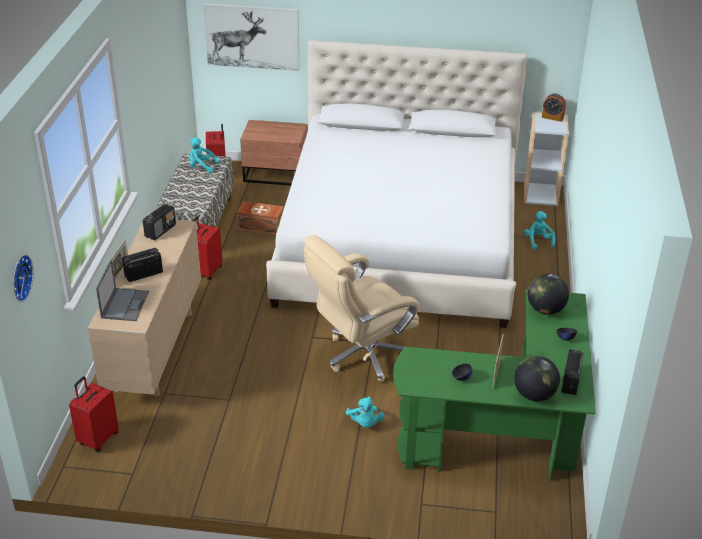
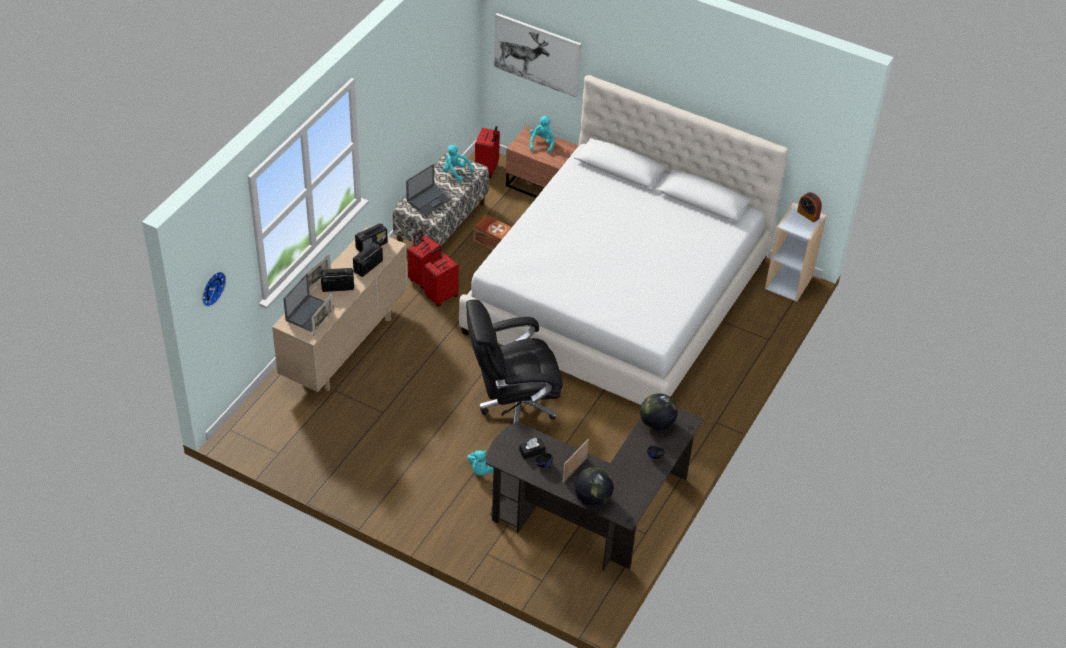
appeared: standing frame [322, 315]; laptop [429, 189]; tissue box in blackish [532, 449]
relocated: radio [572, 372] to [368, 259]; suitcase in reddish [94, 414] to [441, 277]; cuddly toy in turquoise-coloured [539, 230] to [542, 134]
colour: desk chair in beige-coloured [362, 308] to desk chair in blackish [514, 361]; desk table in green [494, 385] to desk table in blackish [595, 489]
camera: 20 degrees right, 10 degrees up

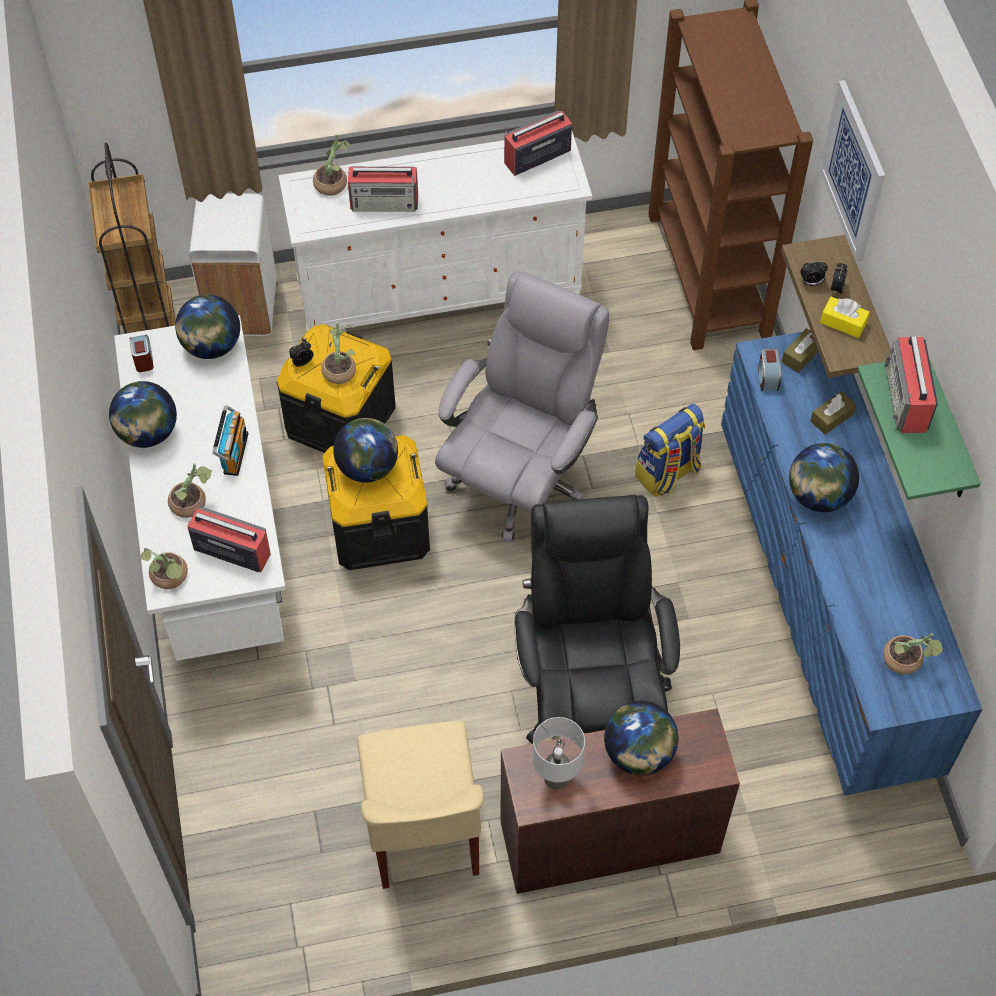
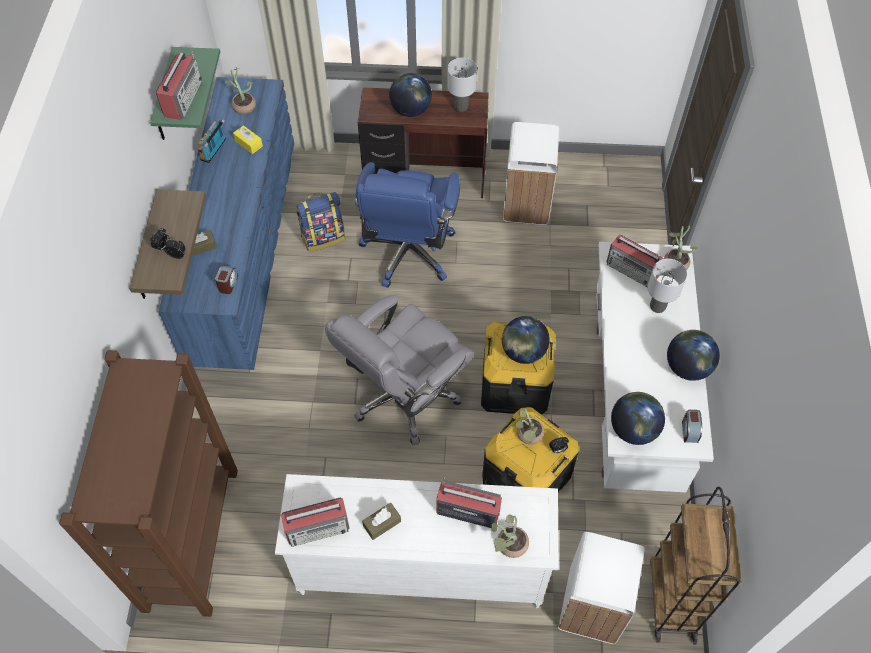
missing: world globe [824, 477]; picture [852, 171]
relocated: radio [230, 440] to [212, 141]; tissue box in yellow [845, 317] to [248, 139]; knapsack [670, 450] to [320, 222]; tissue box in brown [800, 350] to [381, 521]
exchanged: plain chair in beige-coloured [420, 805] to trash can in white [531, 173]; houseplant [190, 490] to tabletop lamp in white [667, 286]
colour: desk chair in blackish [597, 619] to desk chair in blue [407, 225]
camera: 165 degrees left, 0 degrees up

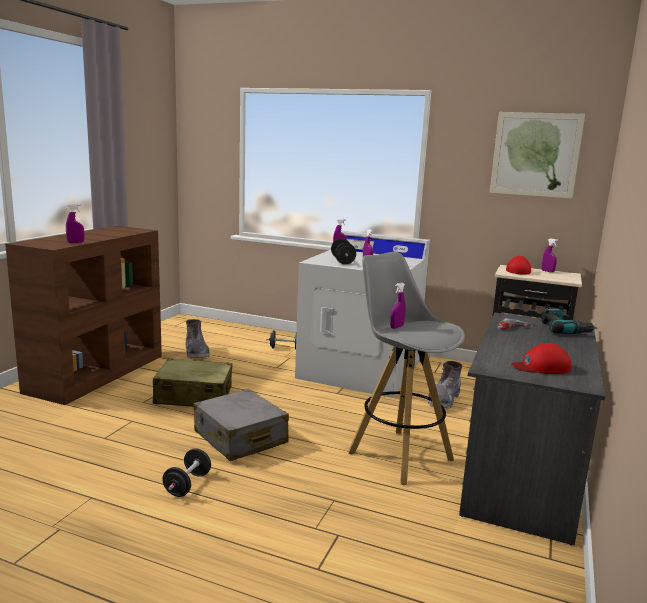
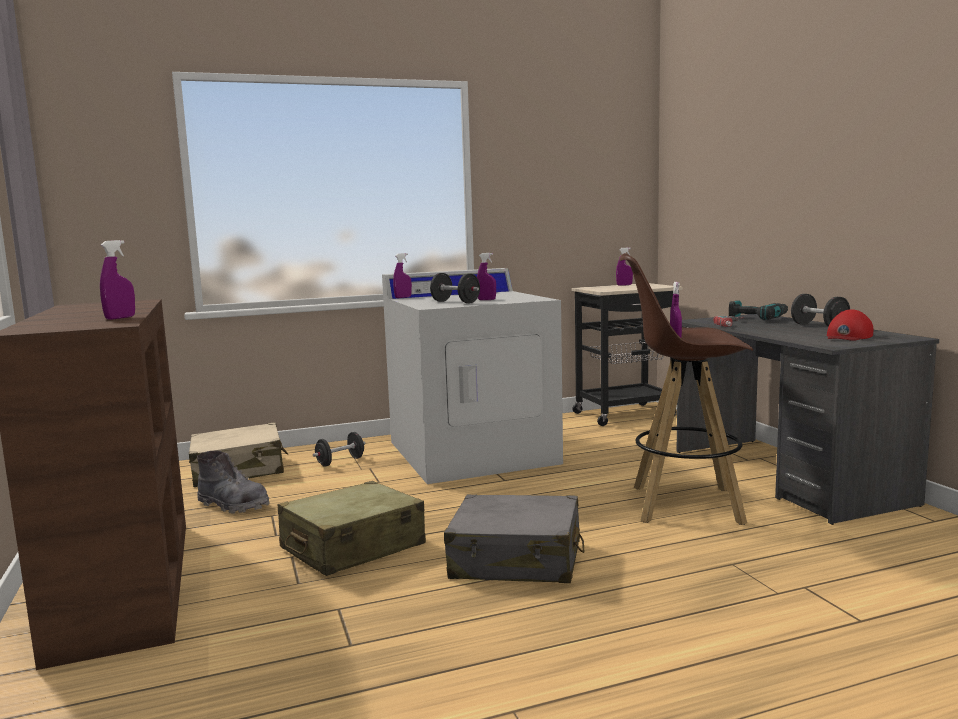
missing: tall boot in greyish [445, 385]; picture [537, 155]; baseball cap in reddish [518, 265]
appeared: suitcase in beige-coloured [238, 455]
relocated: hand weight in blackish [186, 472] to [820, 310]
colour: sitting stool in greyish [406, 368] to sitting stool in brown [686, 389]
camera: 40 degrees left, 5 degrees down

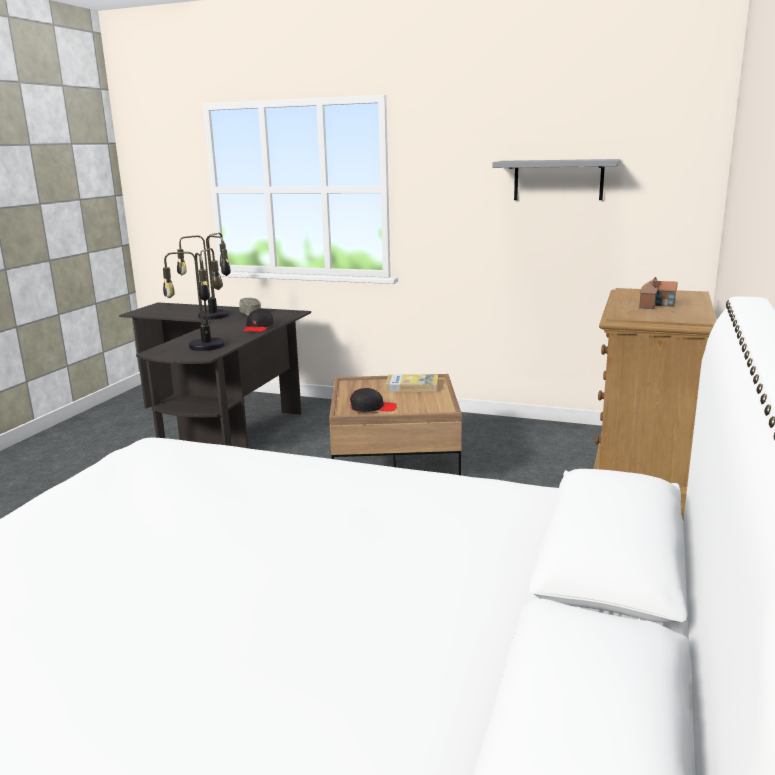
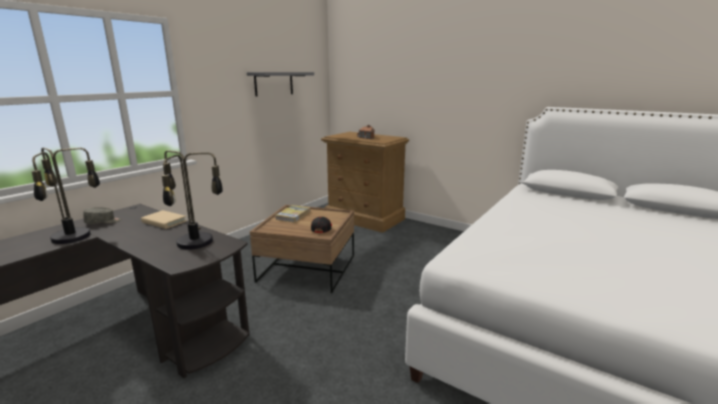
exchanged: baseball cap in blackish [259, 320] to bound book in beige-coloured [164, 219]
camera: 75 degrees left, 0 degrees up

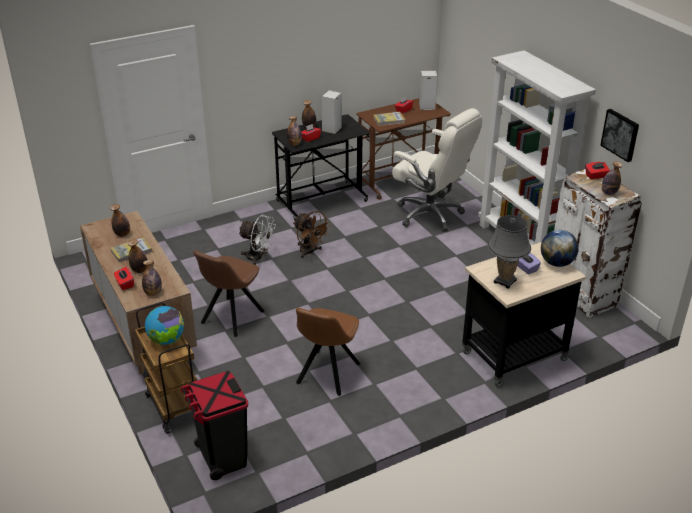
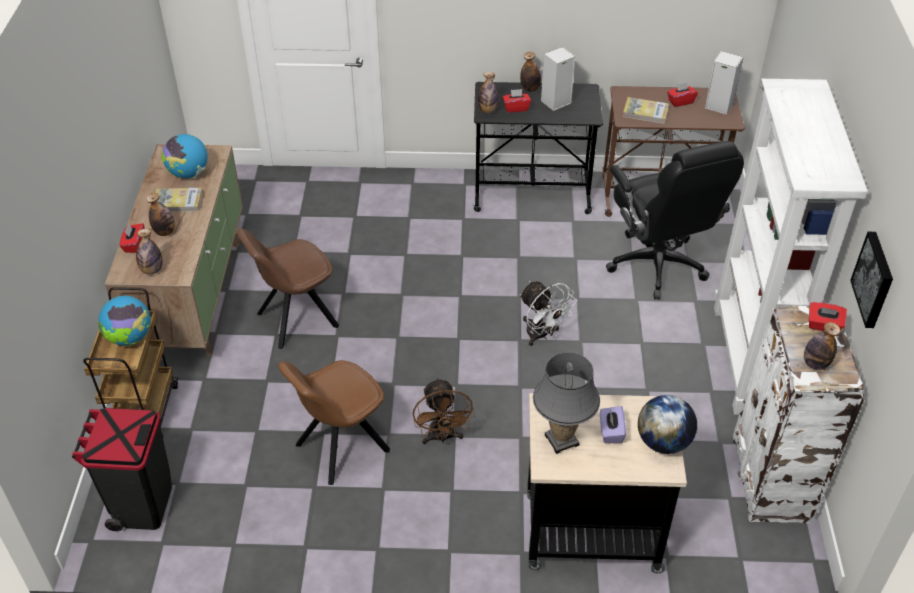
relocated: electric fan in brown [311, 234] to [444, 410]; electric fan in white [257, 240] to [548, 313]
exchanged: bottle [120, 220] to world globe [185, 156]
colour: desk chair in white [437, 170] to desk chair in blackish [675, 220]
camera: 30 degrees right, 10 degrees up

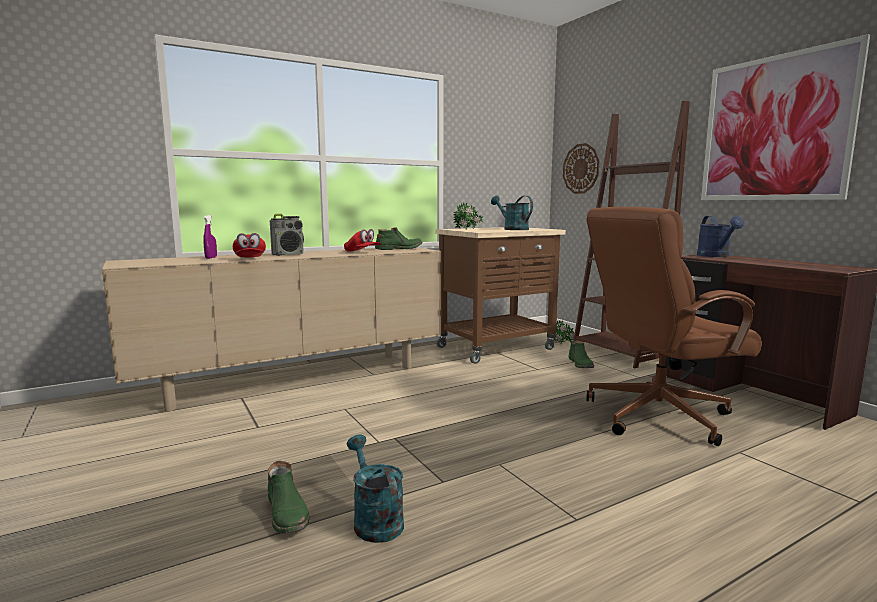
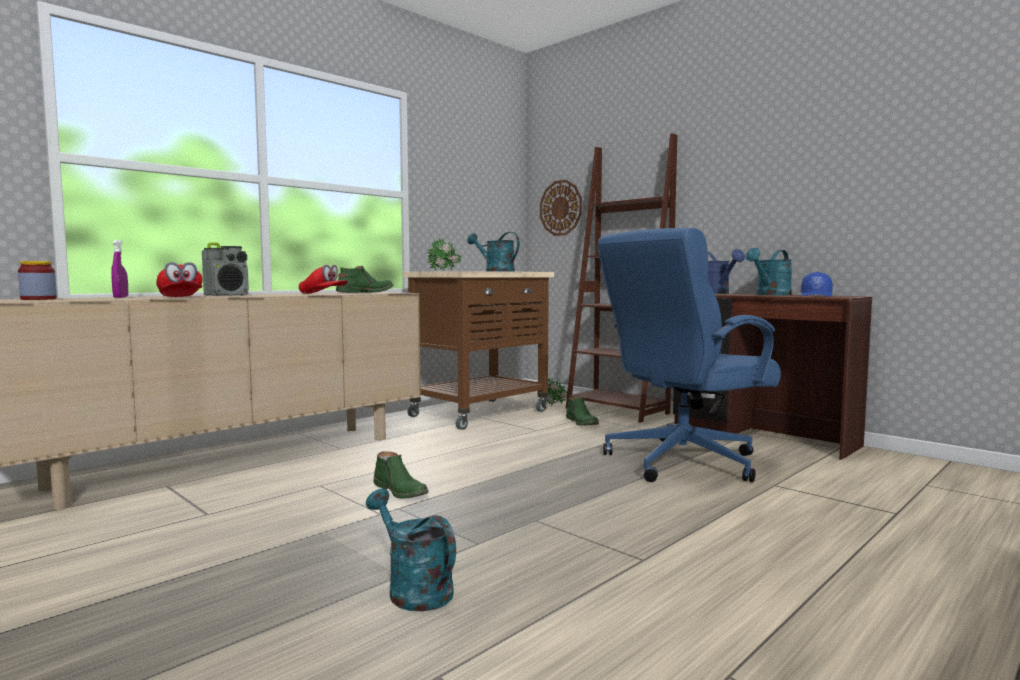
missing: picture [785, 117]
appeared: storage jar [37, 280]; sprinkling can in turquoise-coloured [769, 271]; baseball cap in blue [817, 284]
relocated: tall boot in green [288, 497] to [401, 475]
colour: desk chair in brown [674, 326] to desk chair in blue [689, 355]
camera: 15 degrees left, 5 degrees down

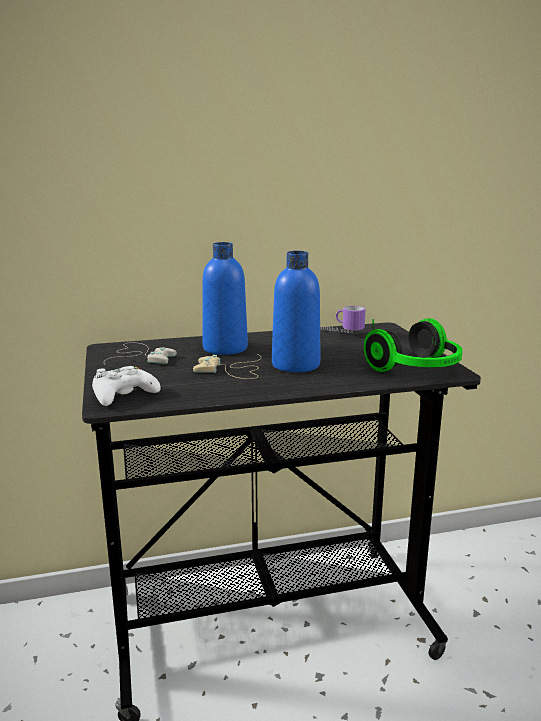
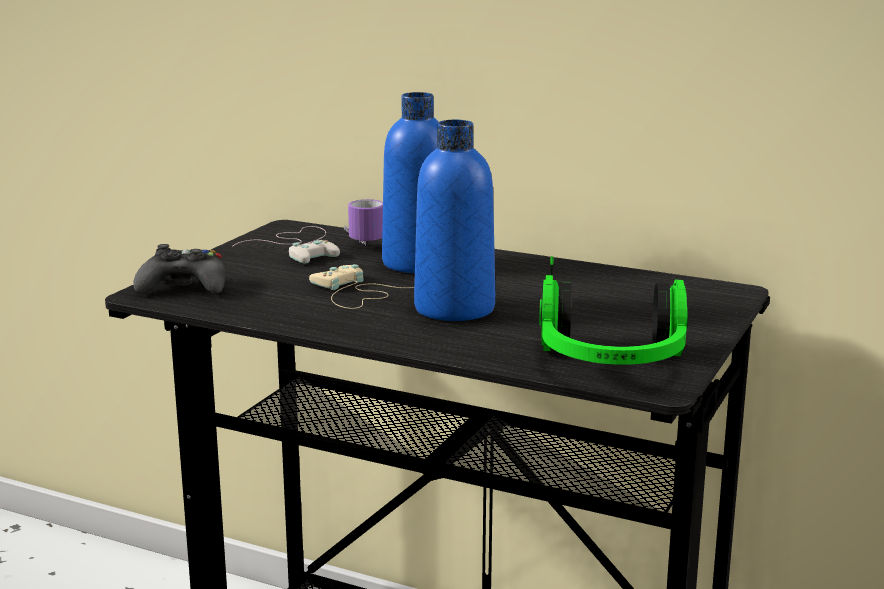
relocated: tea mug [343, 320] to [363, 222]
colour: joypad in white [126, 386] to joypad in blackish [179, 269]
camera: 40 degrees right, 0 degrees up

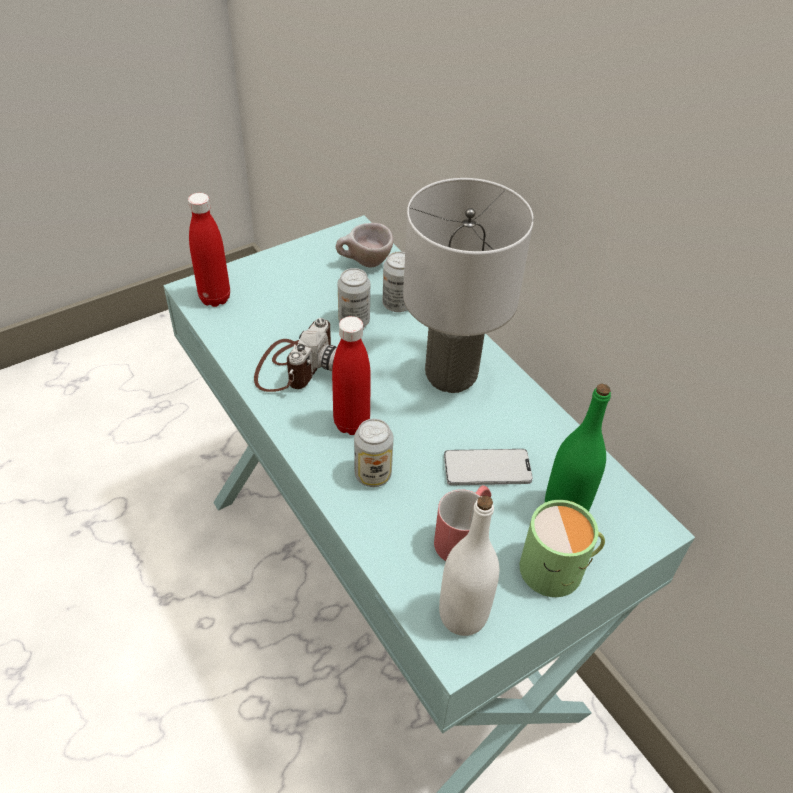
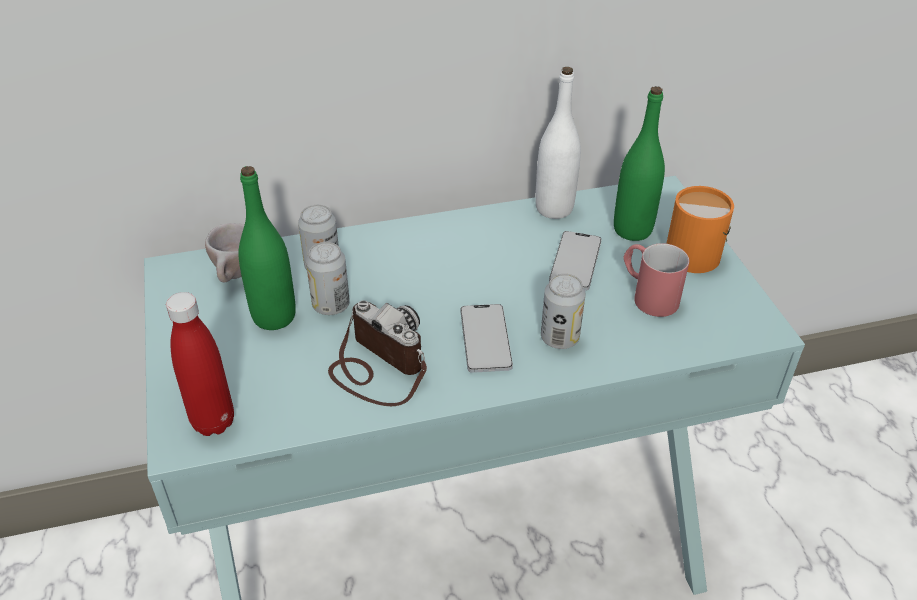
missing: tabletop lamp in white [468, 285]
appeared: bottle in green [267, 248]
relocated: bottle in white [469, 566] to [558, 143]
exchanged: bottle in reddish [351, 375] to telephone [487, 338]
colour: tea mug in green [562, 548] to tea mug in orange [700, 229]
camera: 70 degrees left, 5 degrees down

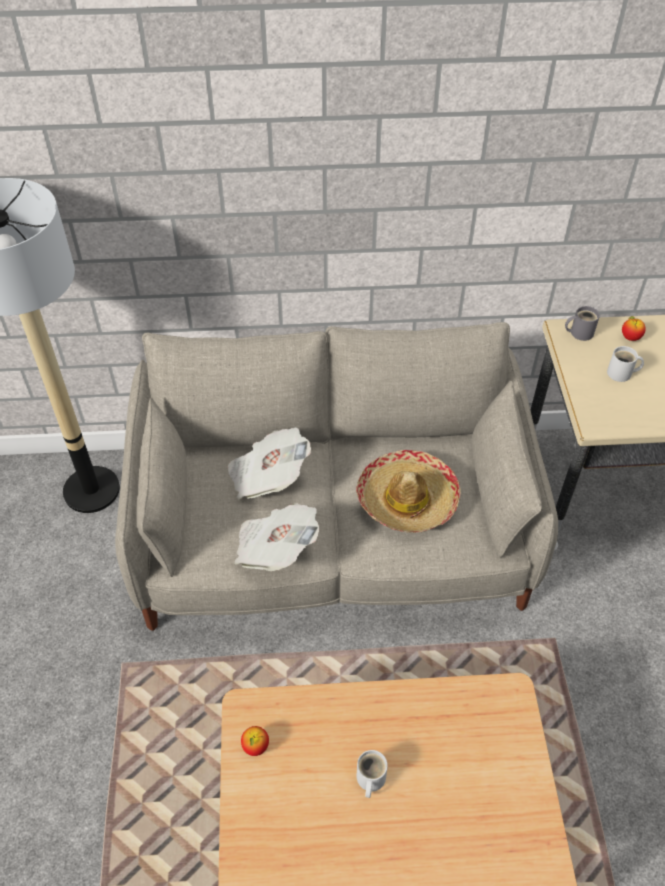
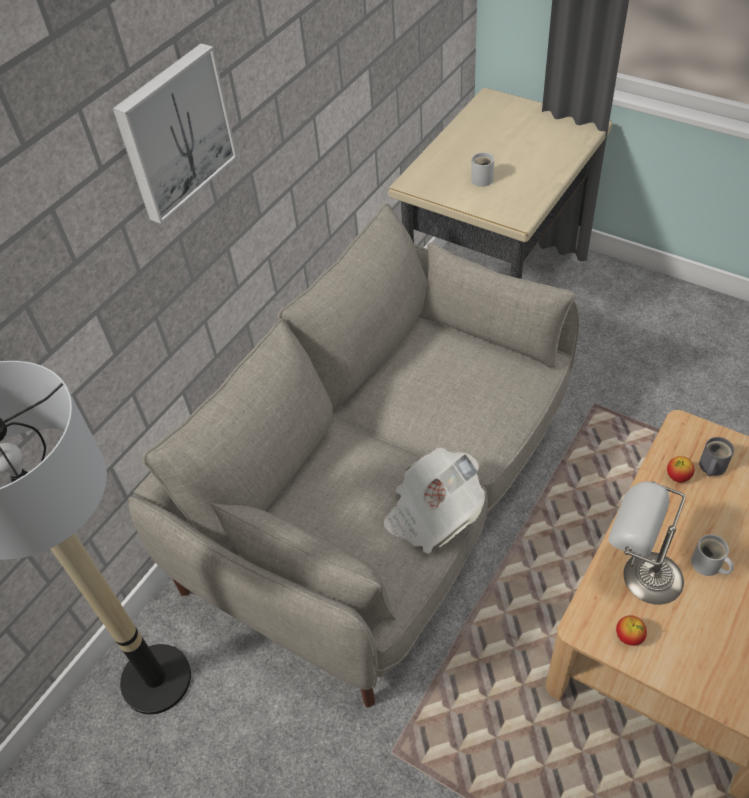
missing: newspaper [269, 463]; hat [408, 491]
appeared: picture [175, 133]; tabletop lamp in white [647, 543]
relocated: apple fruit [634, 328] to [680, 469]; tea mug in greyish [582, 323] to [716, 456]
camera: 50 degrees left, 0 degrees up

